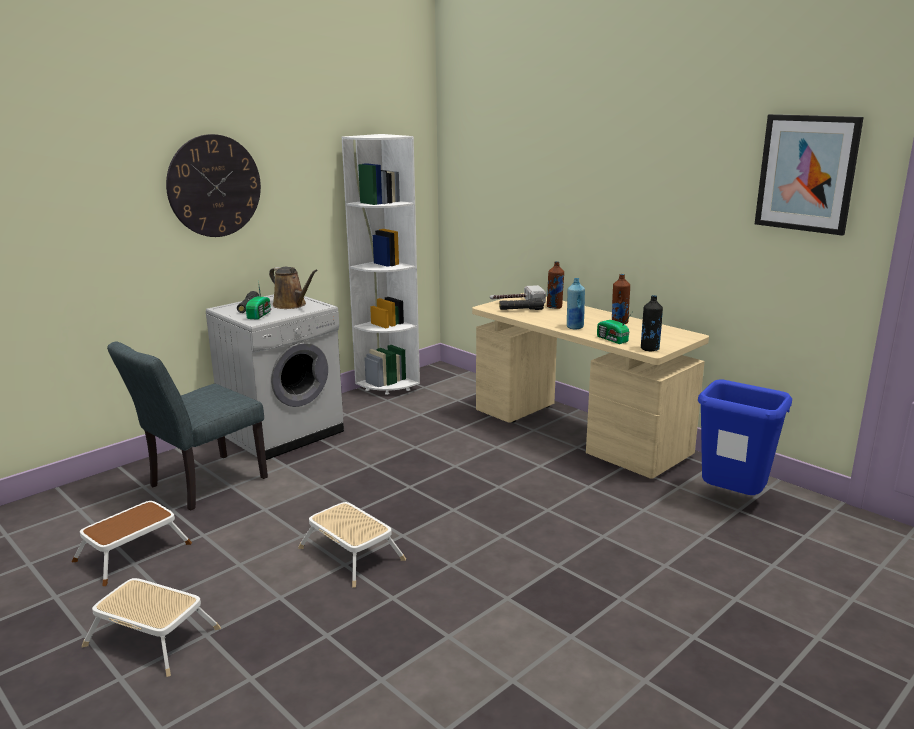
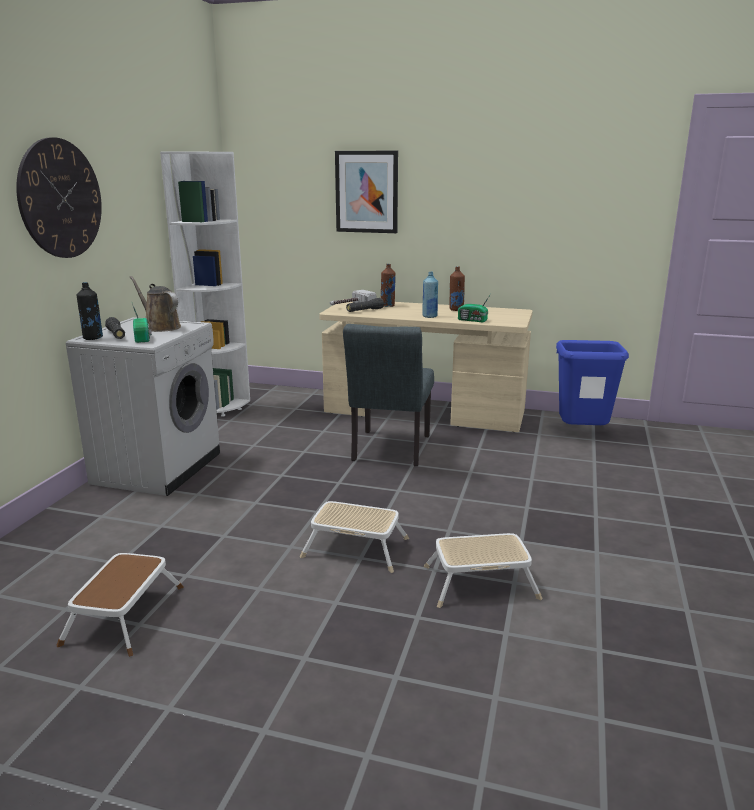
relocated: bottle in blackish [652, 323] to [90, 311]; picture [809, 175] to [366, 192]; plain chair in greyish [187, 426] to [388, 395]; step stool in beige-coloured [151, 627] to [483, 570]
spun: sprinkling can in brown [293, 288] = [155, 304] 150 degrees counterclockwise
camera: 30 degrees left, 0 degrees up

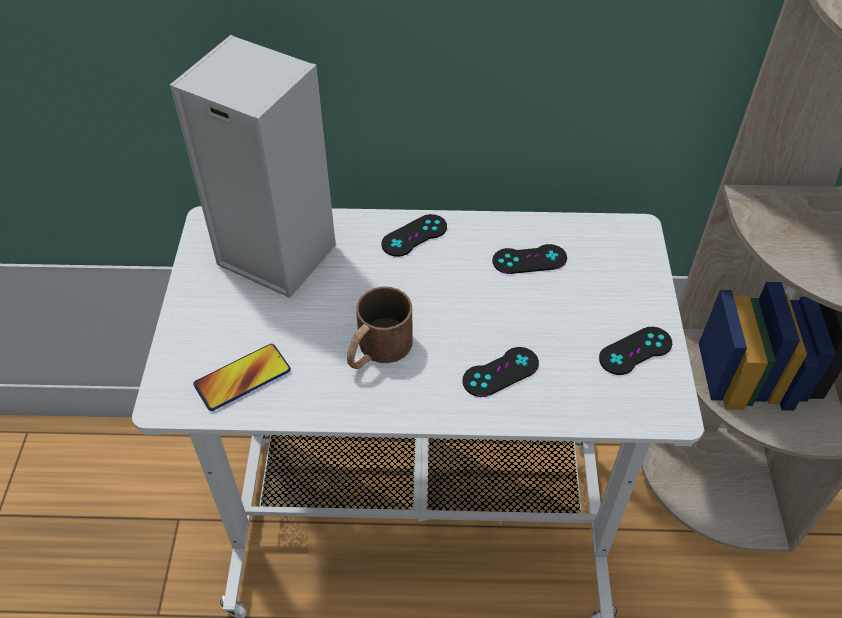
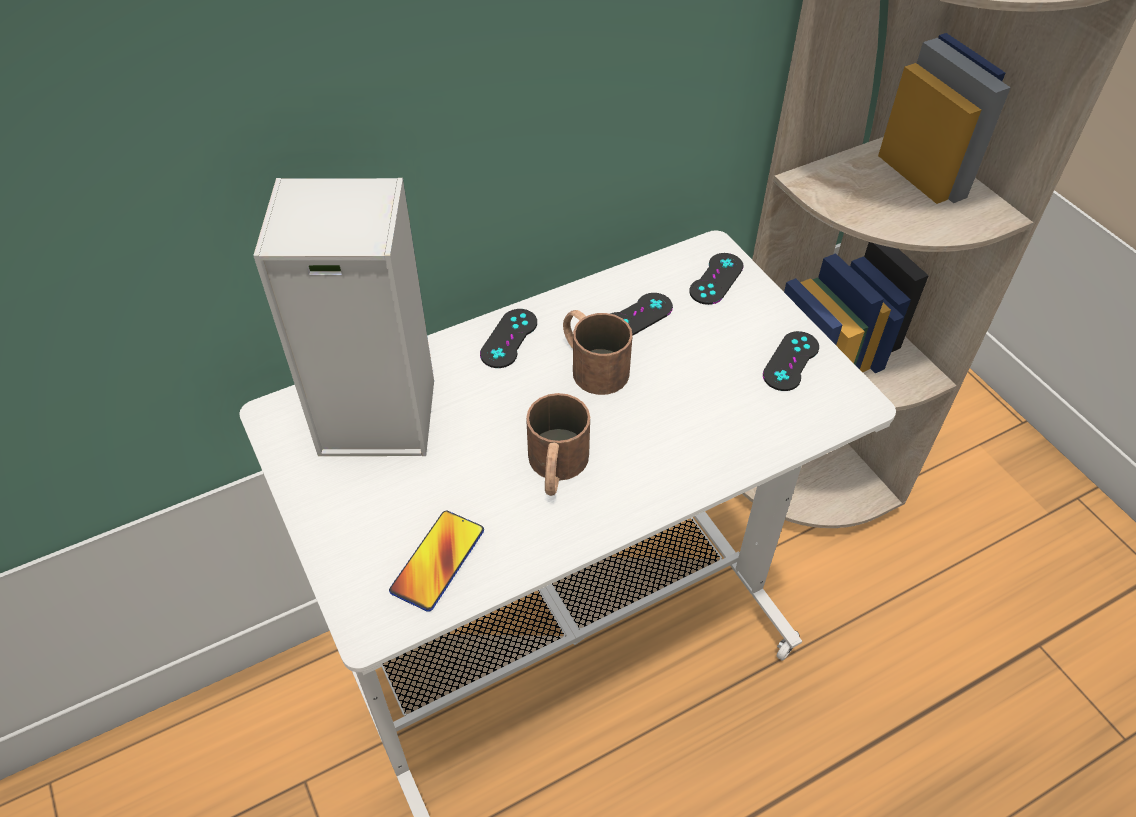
appeared: tea mug in brown [598, 352]
relocated: joypad in blackish [500, 372] to [716, 279]
camera: 30 degrees left, 0 degrees up

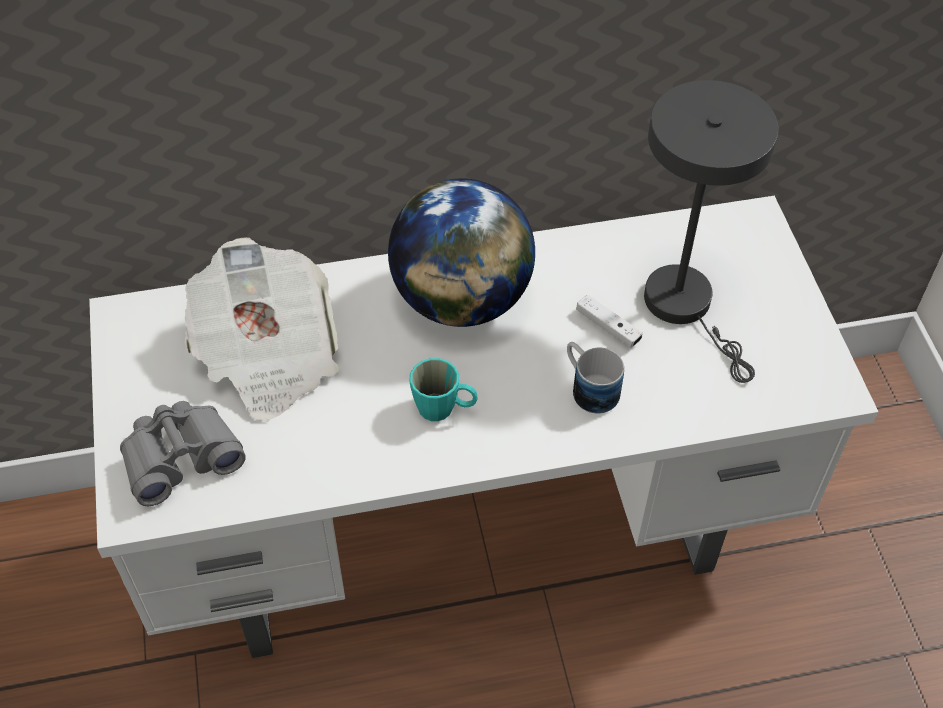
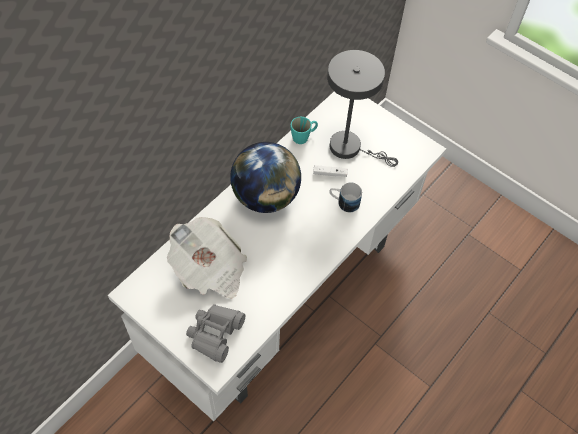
relocated: tea mug in turquoise-coloured [443, 389] to [304, 130]
camera: 40 degrees left, 5 degrees up

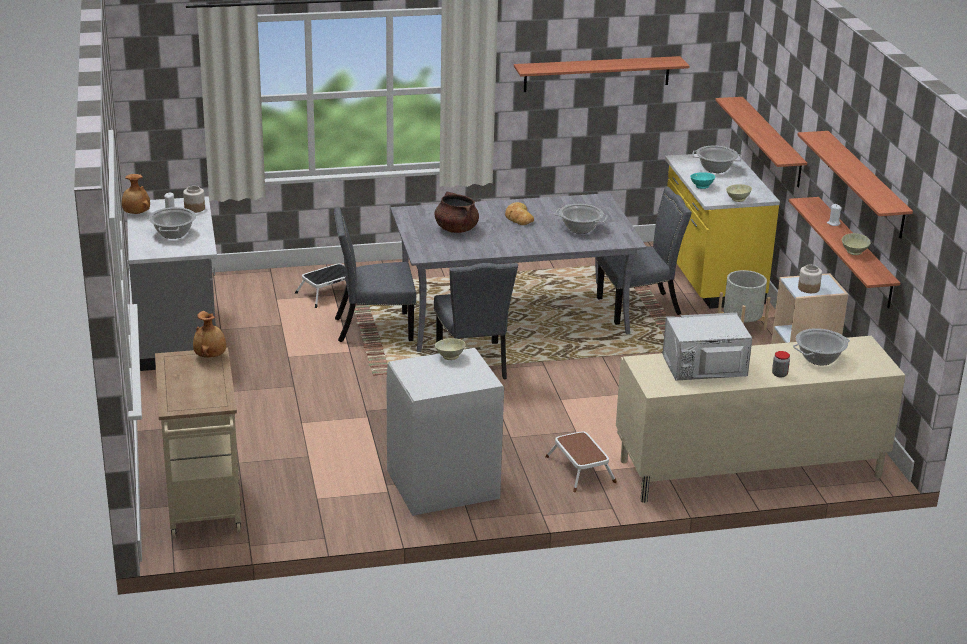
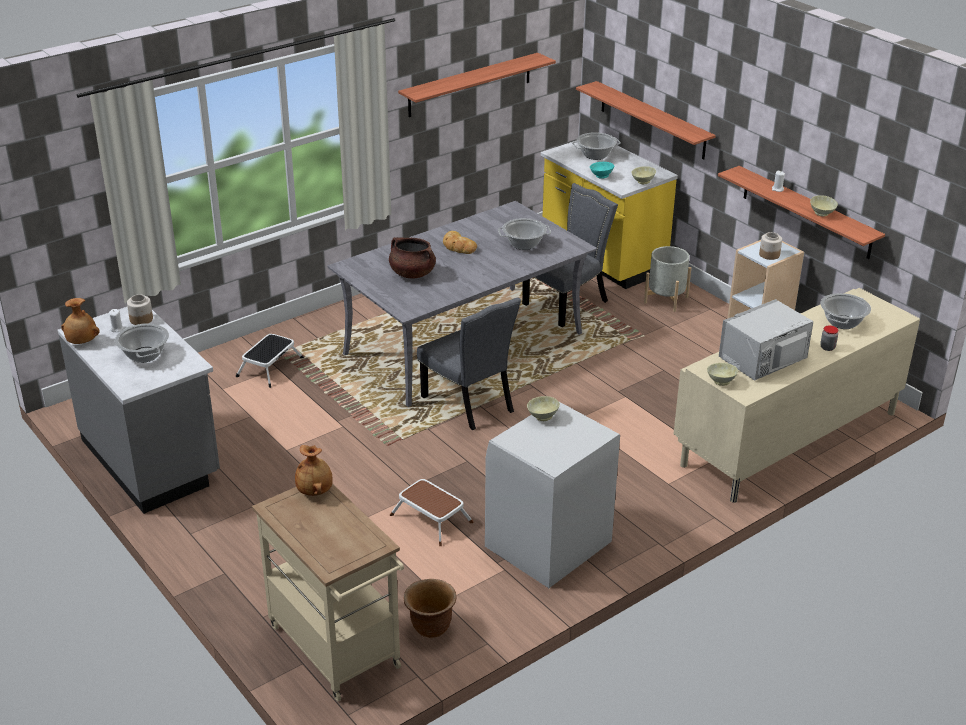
missing: plain chair in greyish [375, 274]; shelf [855, 185]
appeared: plant pot in brown [430, 608]; bowl in beige-coloured [722, 374]
relocated: step stool in brown [581, 461] to [432, 512]
camera: 25 degrees left, 5 degrees up

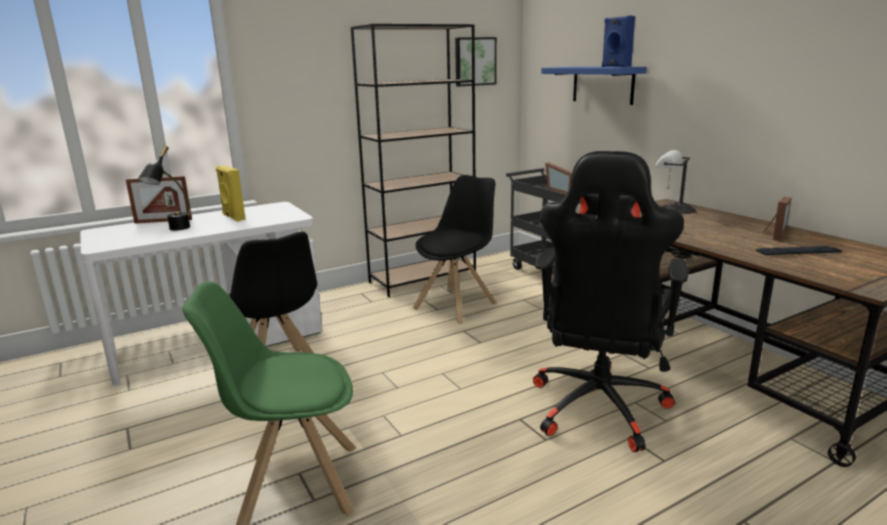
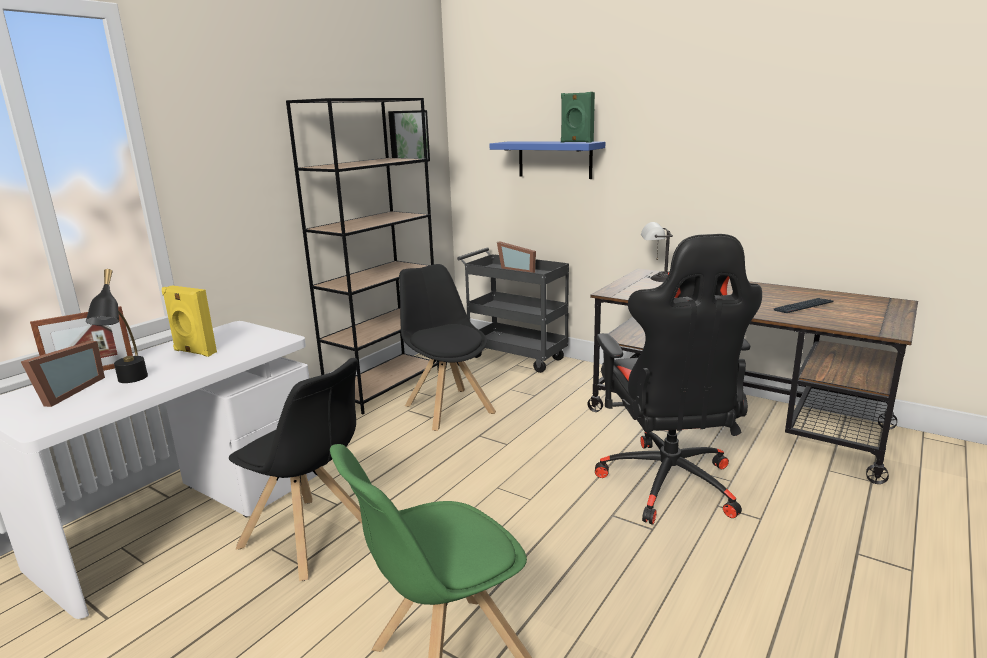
relocated: standing frame [777, 219] to [63, 374]
colour: speaker in blue [618, 41] to speaker in green [578, 117]
spun: plain chair in blackish [454, 249] = [447, 347] 45 degrees counterclockwise
camera: 25 degrees left, 0 degrees up

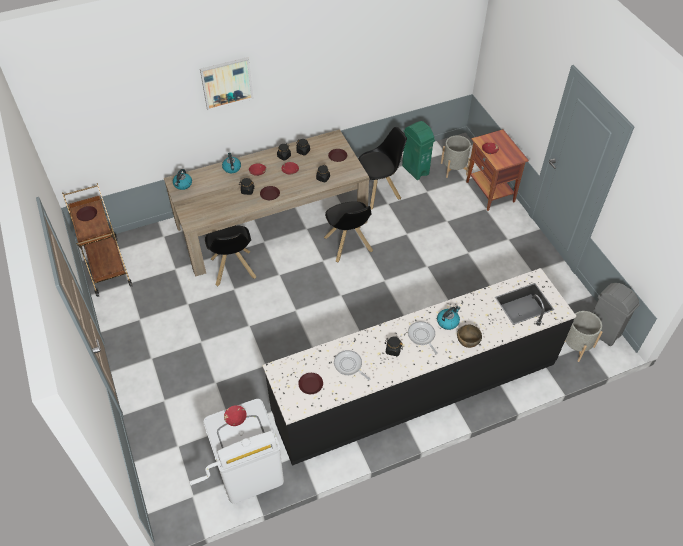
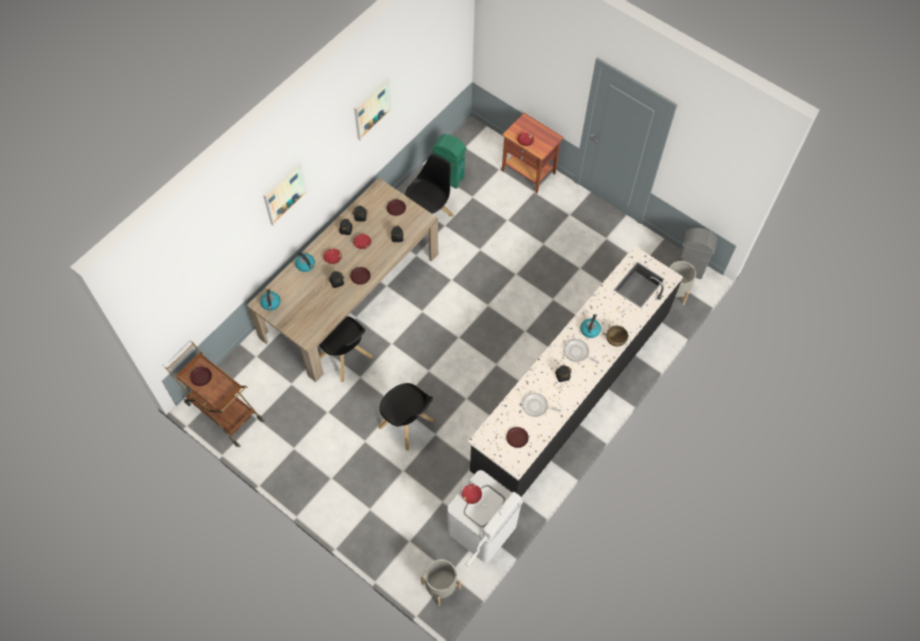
appeared: picture [373, 109]
relocated: plain chair in blackish [348, 231] to [406, 416]; plant pot in greyish [456, 156] to [441, 582]
camera: 30 degrees left, 10 degrees up

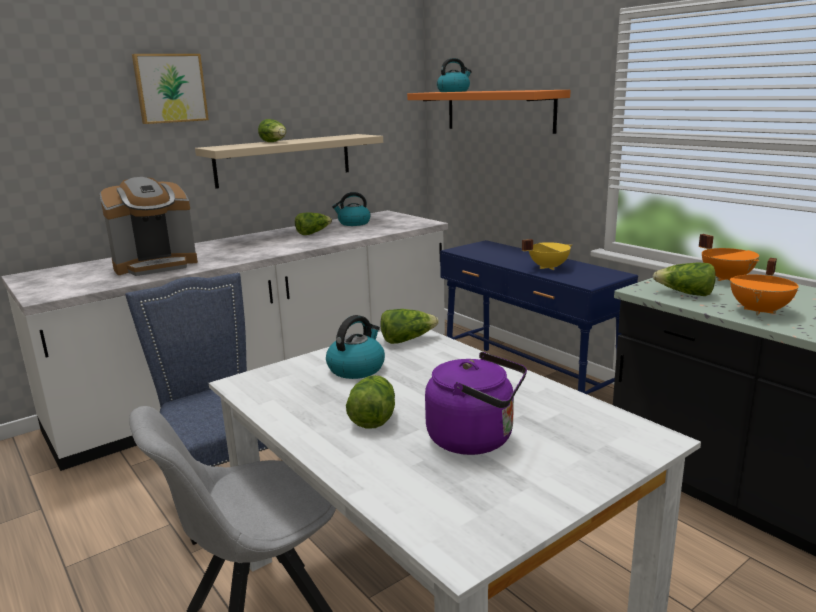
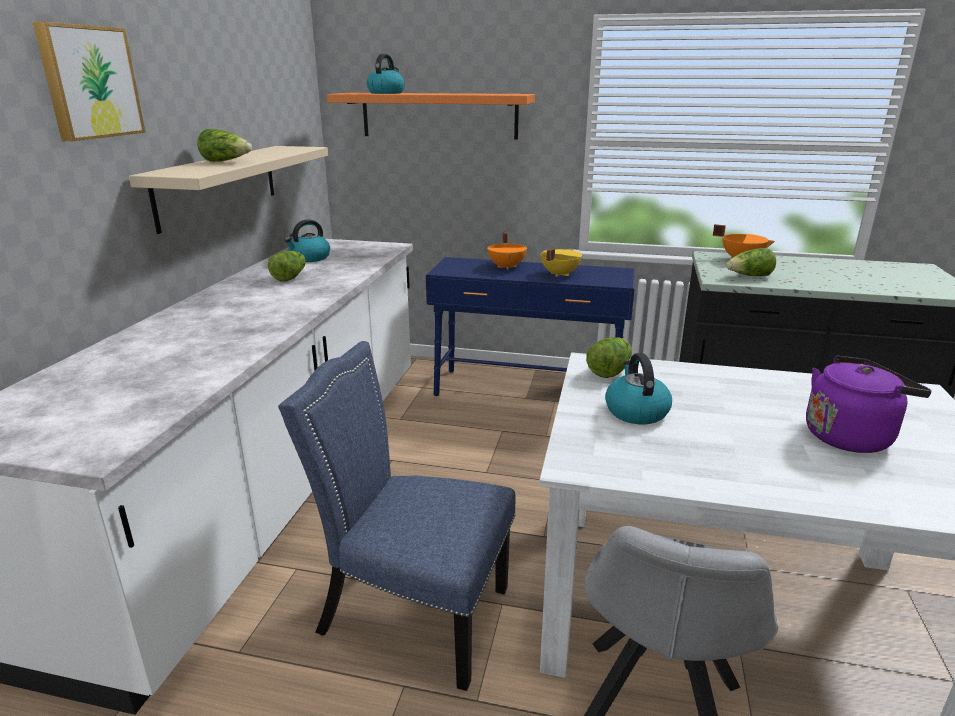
missing: coffee maker [149, 226]; head of lettuce [370, 402]
relocated: cooking pot in orange [764, 286] to [507, 251]
camera: 40 degrees left, 5 degrees up

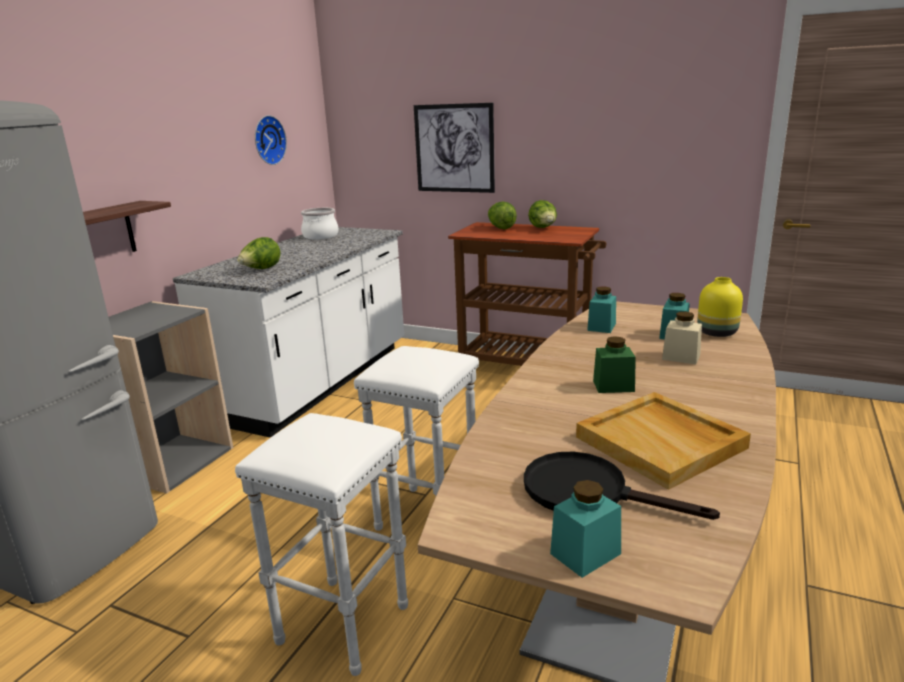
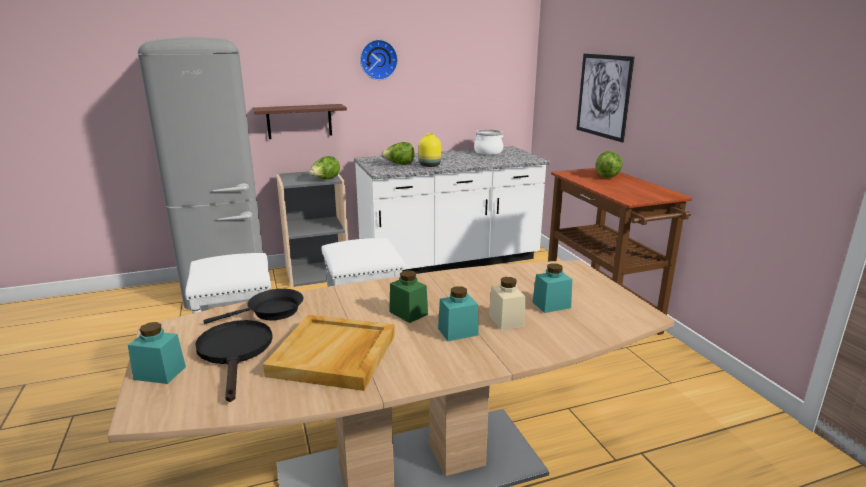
appeared: skillet in blackish [253, 306]
relocated: head of lettuce [542, 214] to [324, 167]; wall clock [271, 140] to [379, 59]; flower vase in yellow [720, 307] to [430, 150]; storage jar in turquoise-coloured [601, 309] to [458, 313]
camera: 45 degrees right, 0 degrees up

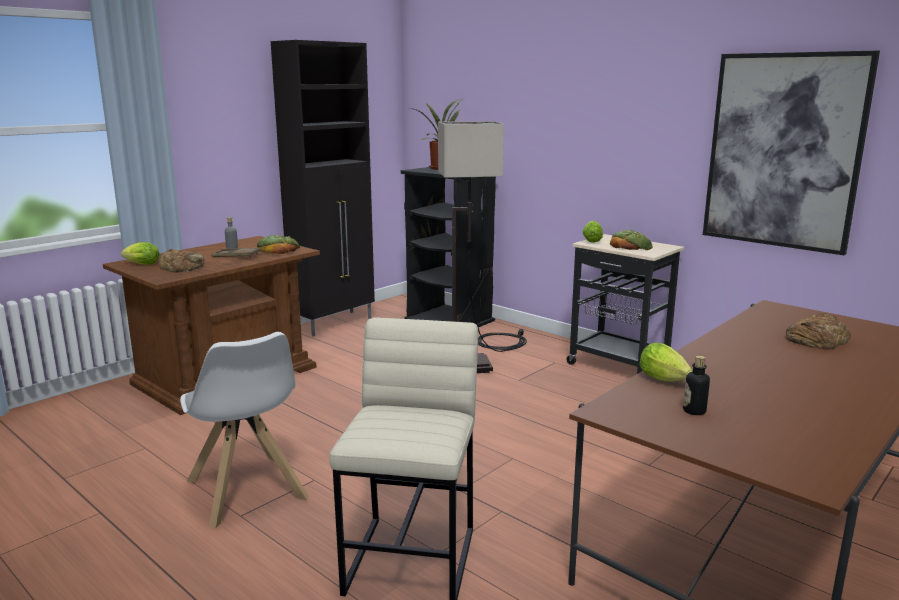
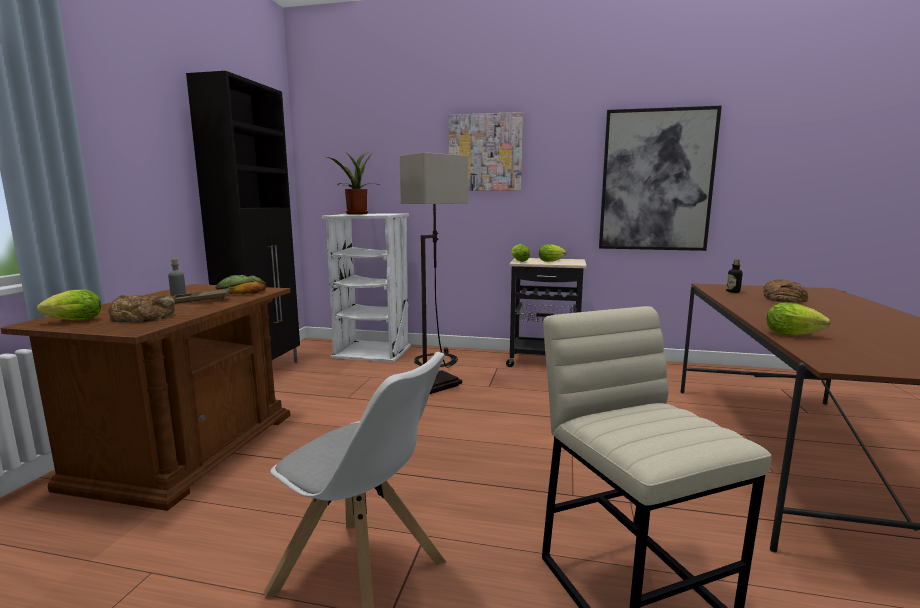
appeared: picture [486, 151]
relocated: bottle [696, 385] to [734, 276]
exchanged: bakery bread [631, 240] to head of lettuce [552, 253]
colour: shelving unit in blackish [448, 247] to shelving unit in white [366, 287]
camera: 30 degrees left, 5 degrees down

